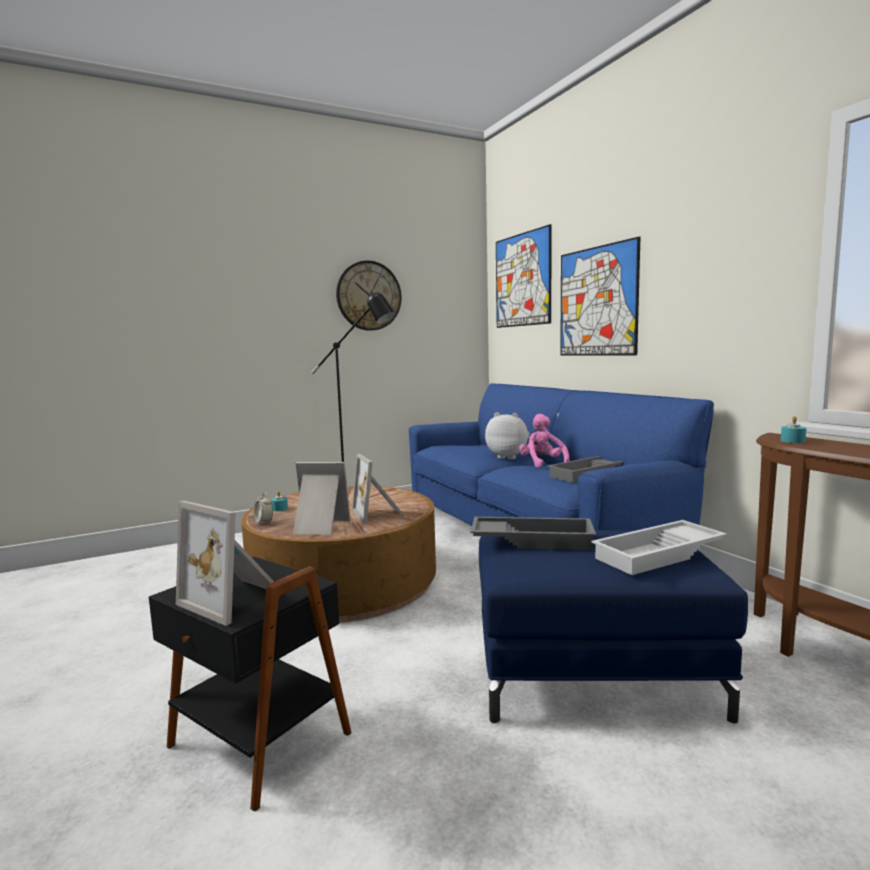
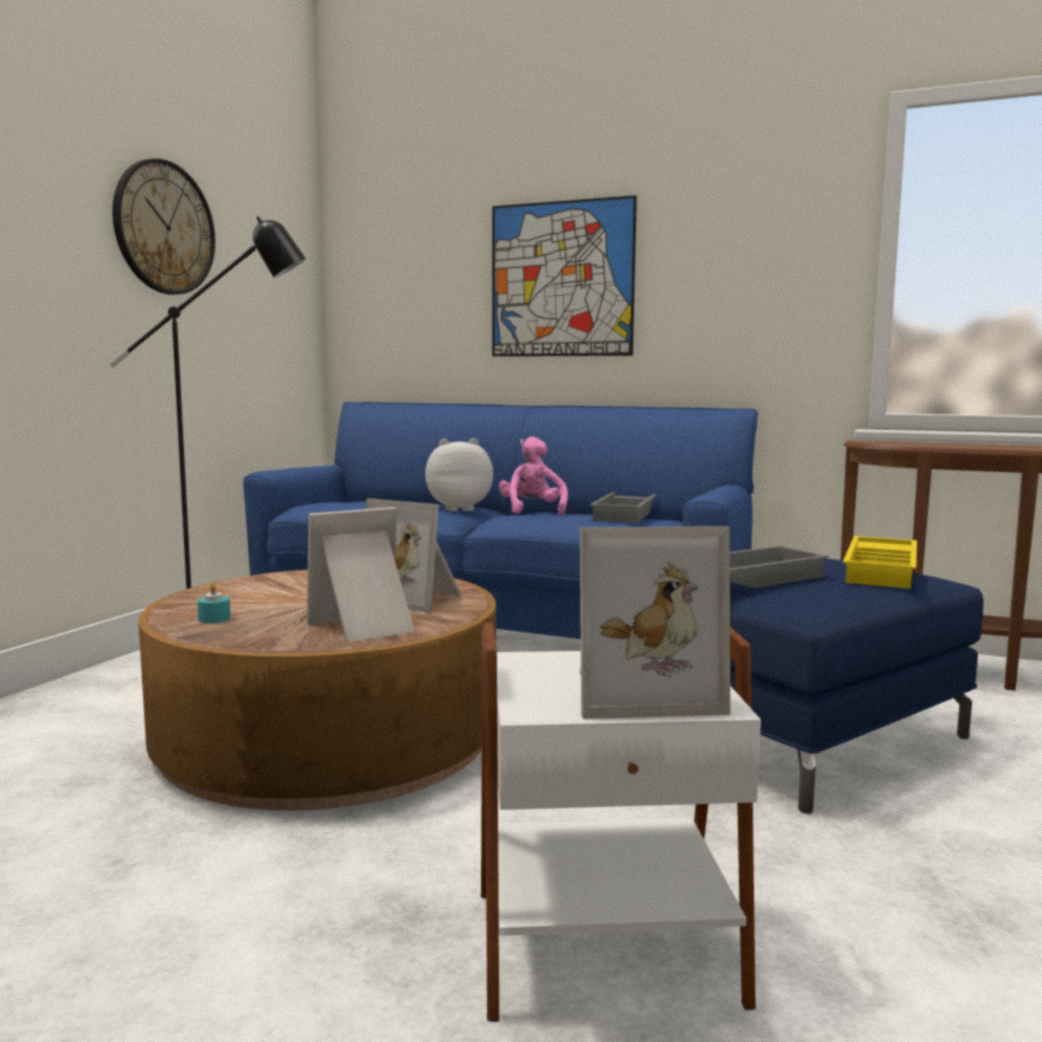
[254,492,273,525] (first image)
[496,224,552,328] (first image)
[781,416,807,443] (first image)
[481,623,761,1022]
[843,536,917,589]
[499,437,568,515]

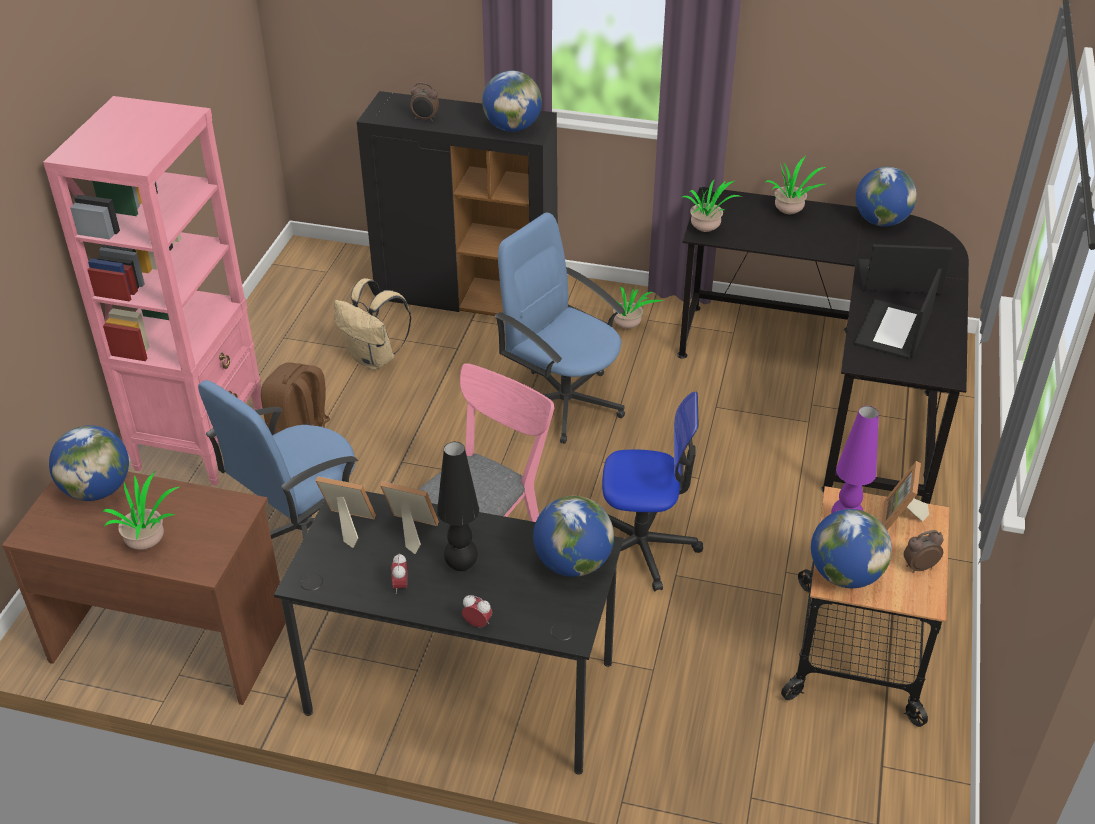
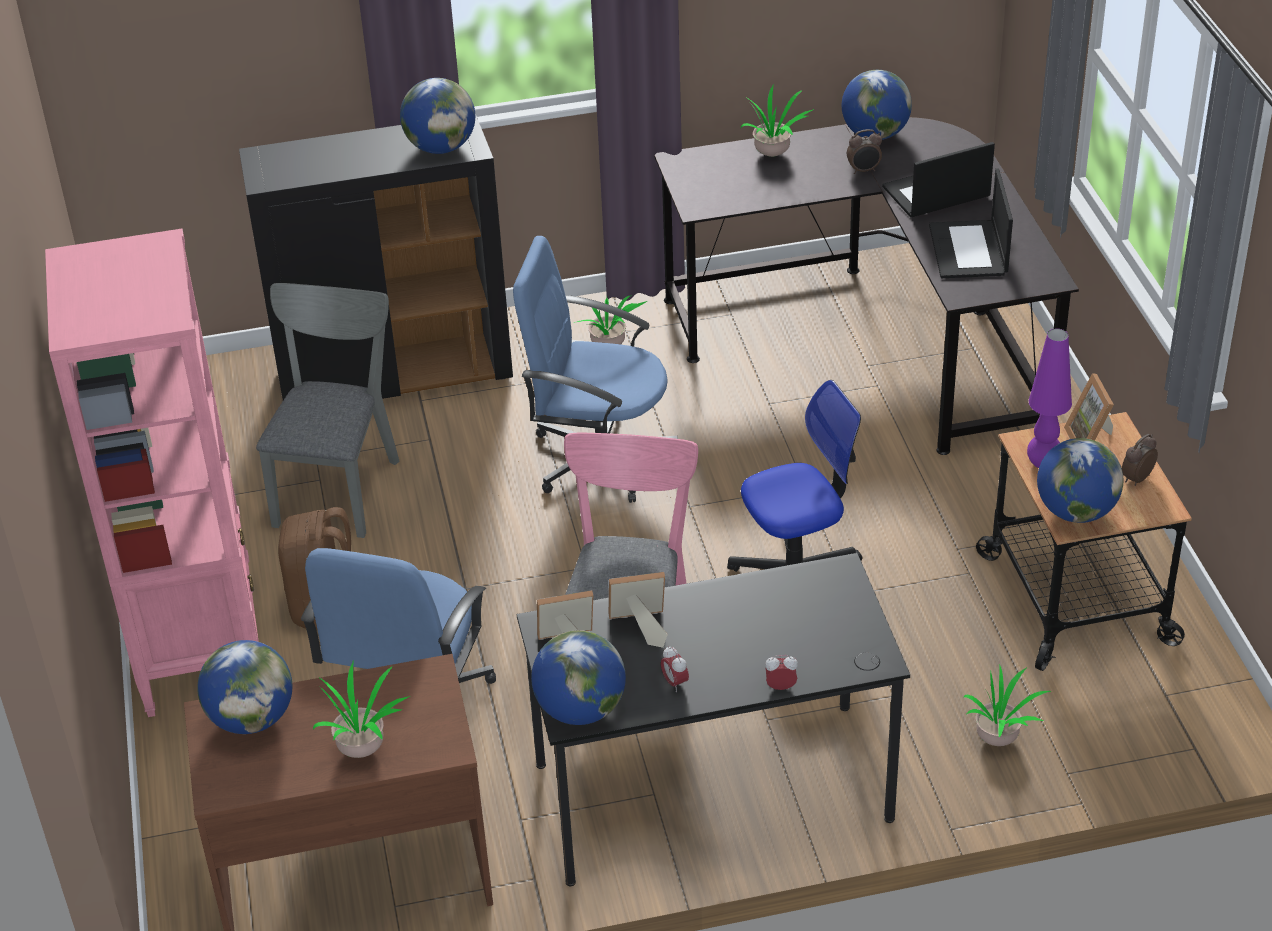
[437,442,479,571] (first image)
[847,129,882,174]
[531,630,626,725]
[963,664,1051,746]
[256,283,400,538]

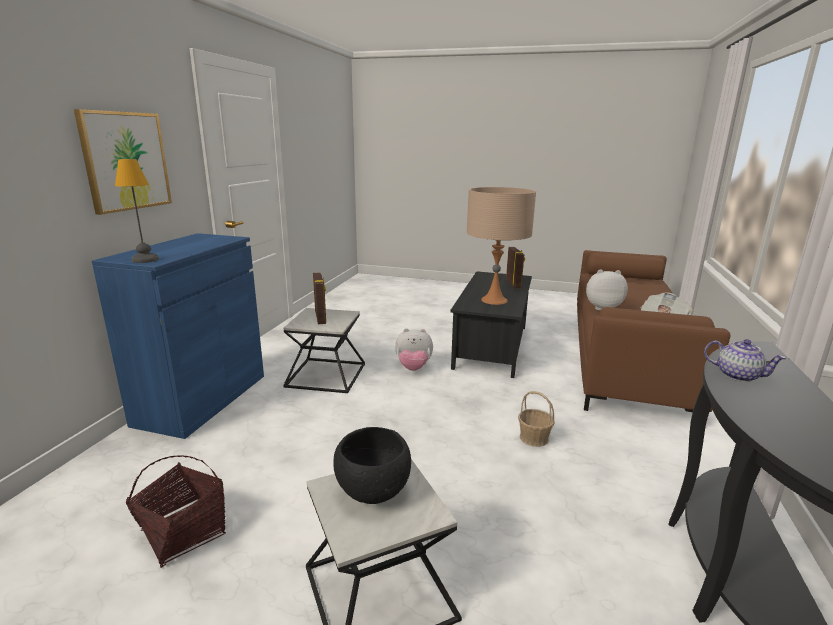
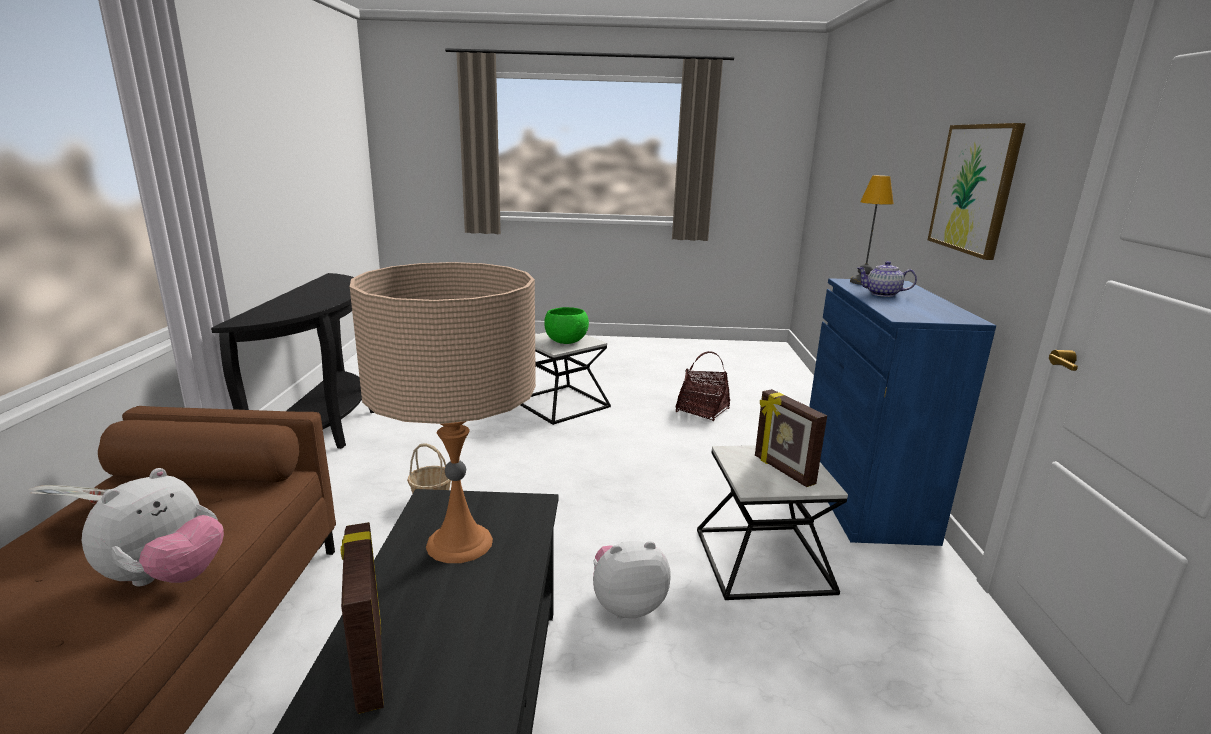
[857,261,917,297]
[544,307,589,344]
[82,468,224,586]

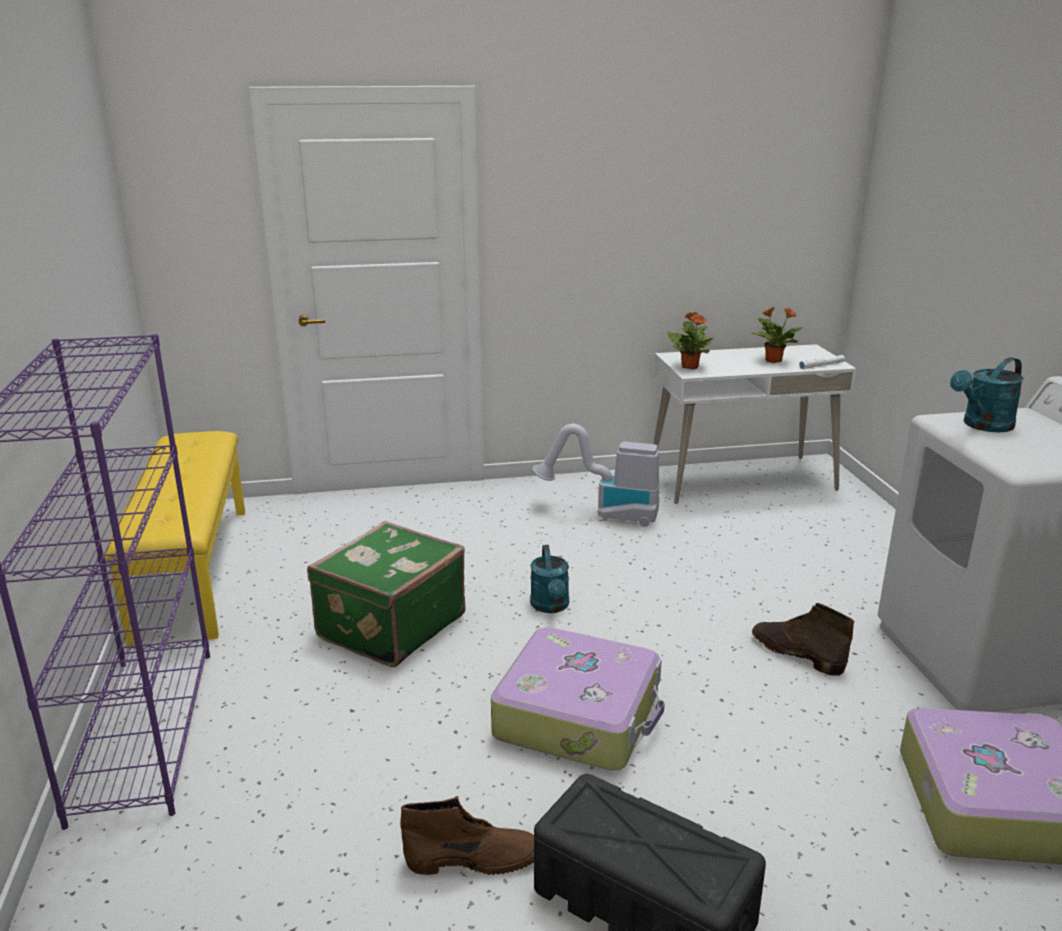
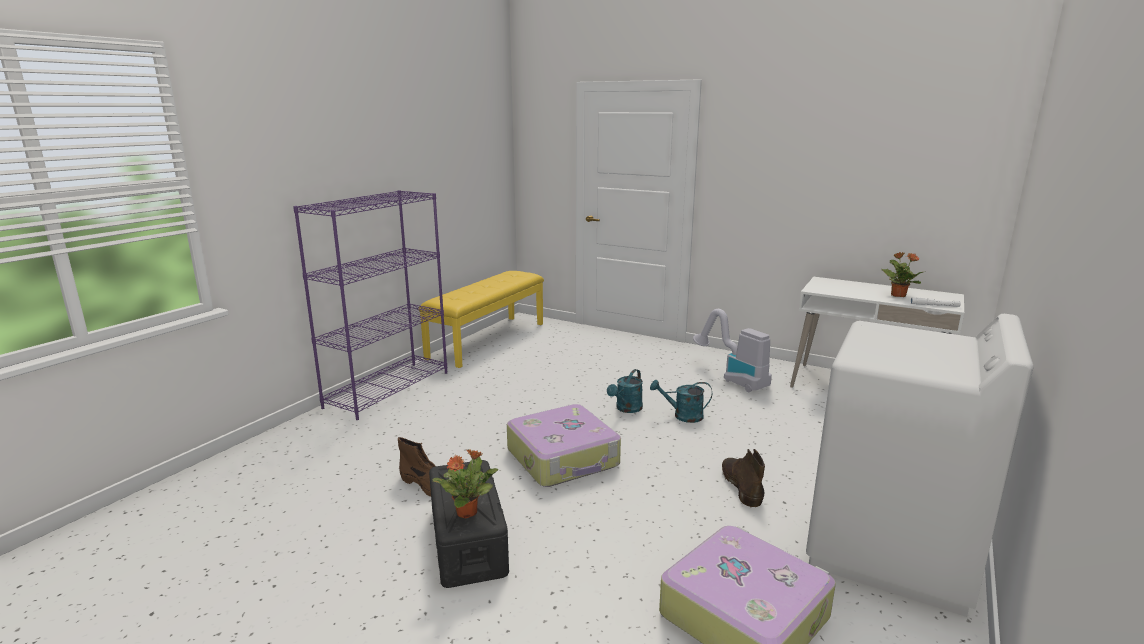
[307,521,466,667] (first image)
[433,449,498,518]
[650,379,712,423]

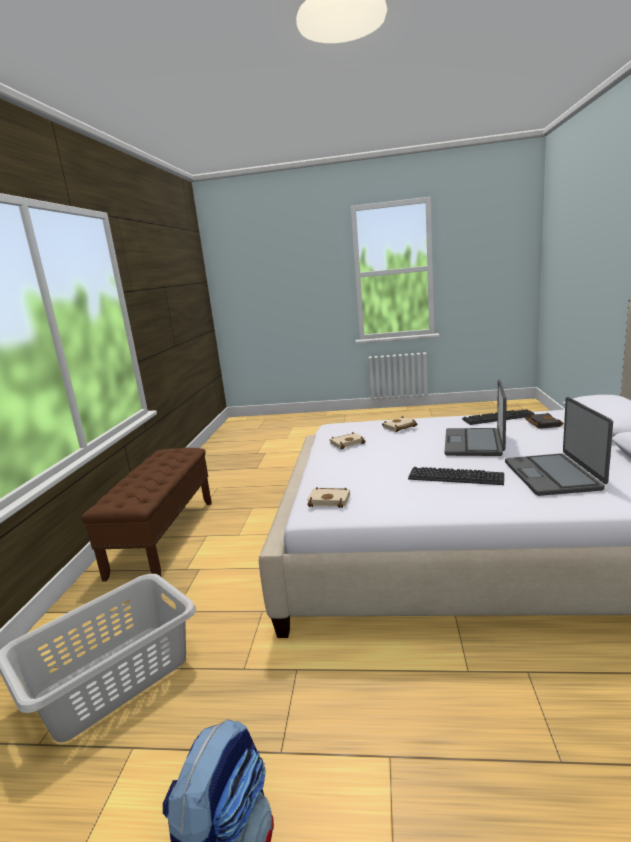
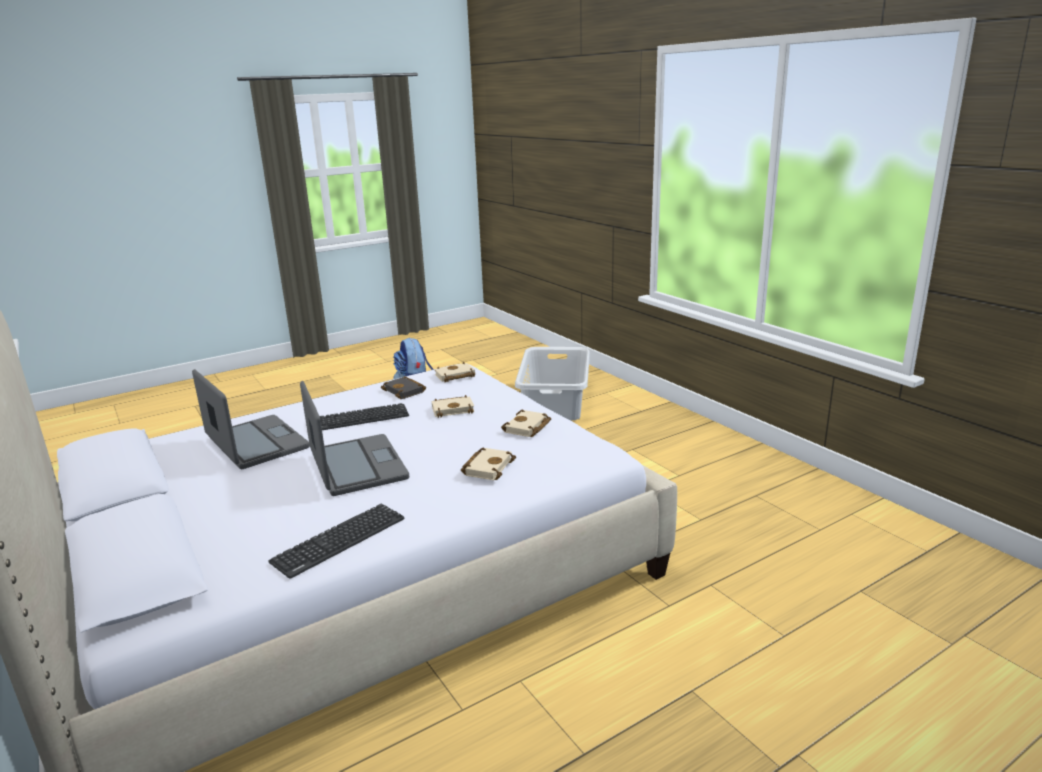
[81,448,212,582] (first image)
[432,395,475,418]
[381,376,426,399]

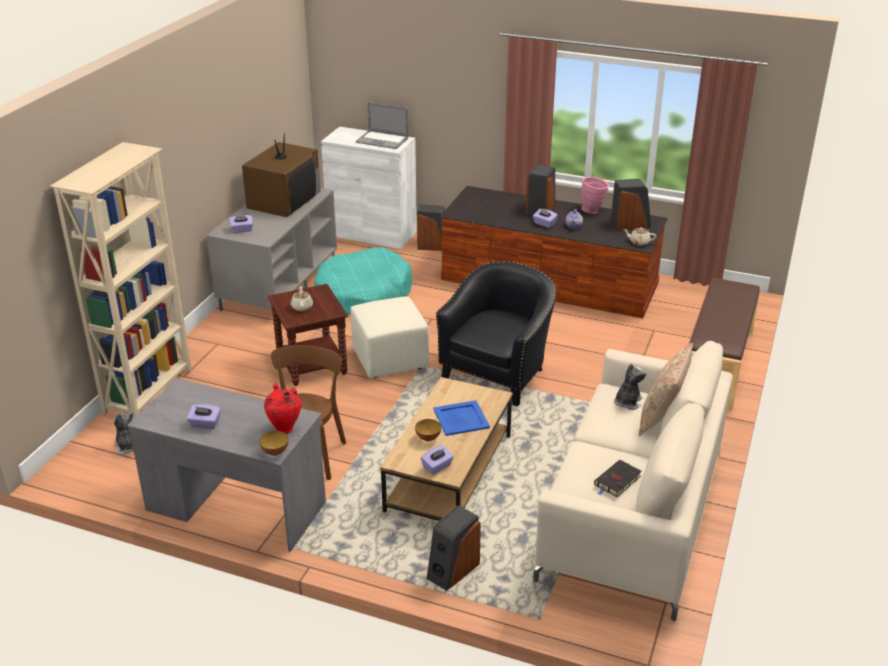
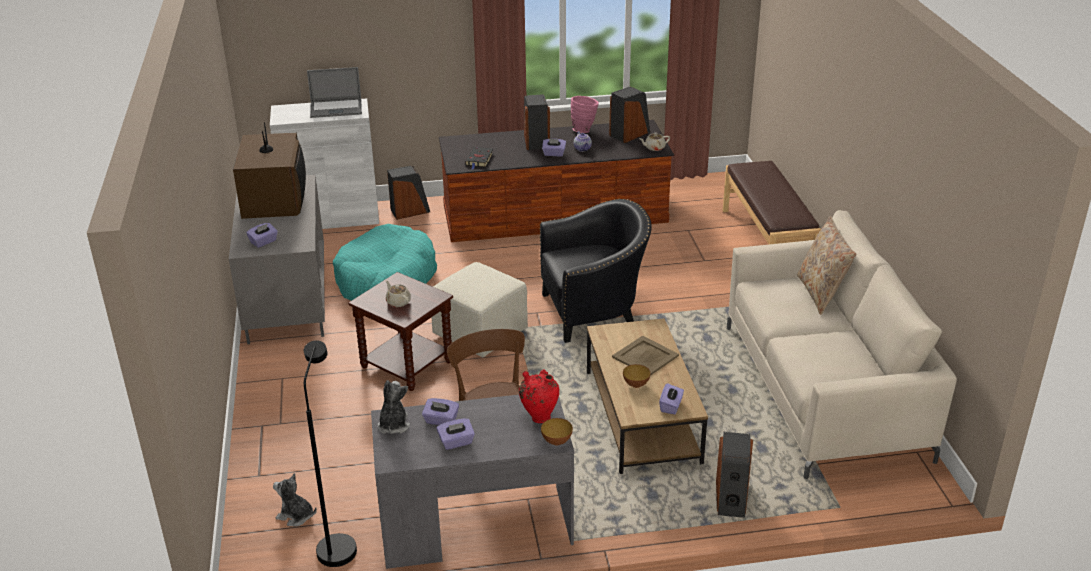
[50,142,192,419] (first image)
[304,340,357,567]
[422,398,459,425]
[465,147,493,170]
[377,380,410,434]
[612,336,679,376]
[540,199,652,343]

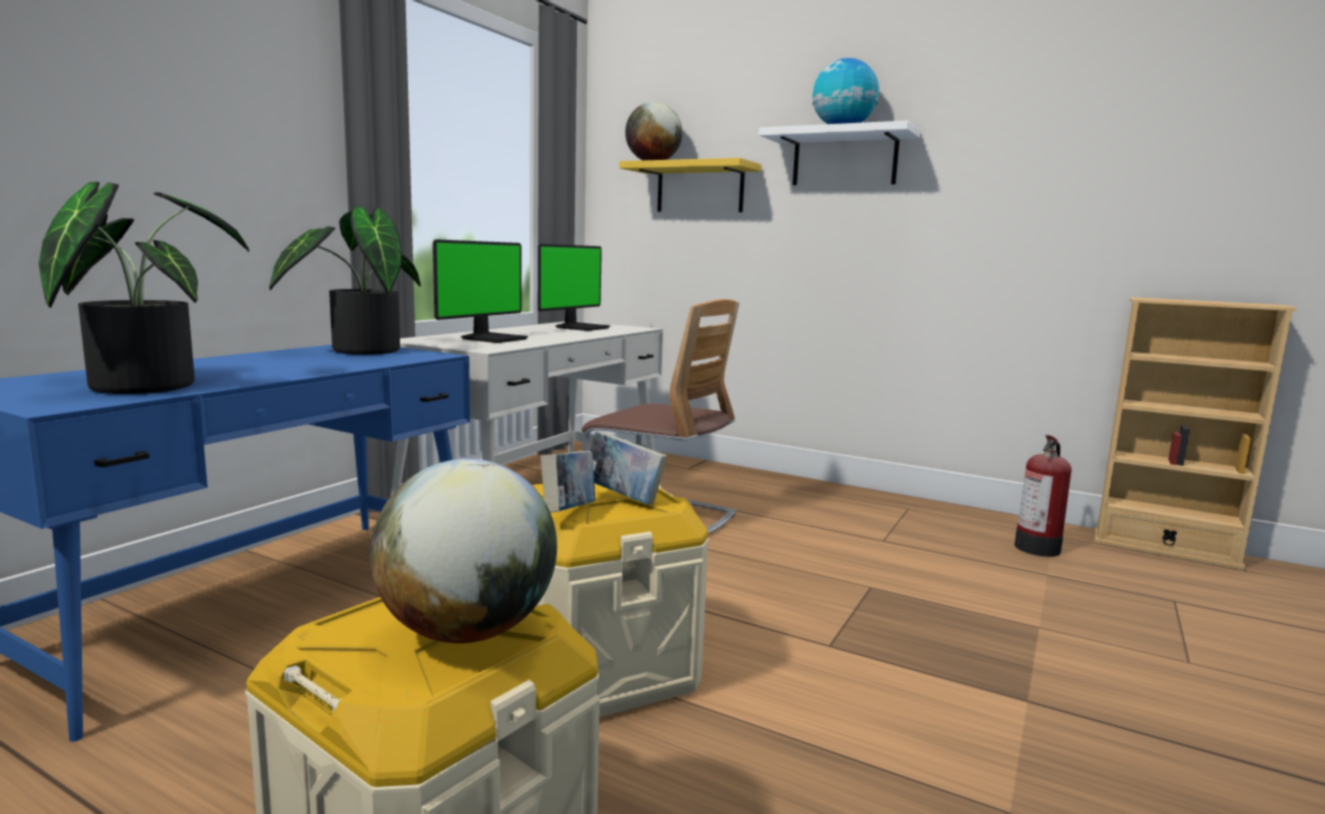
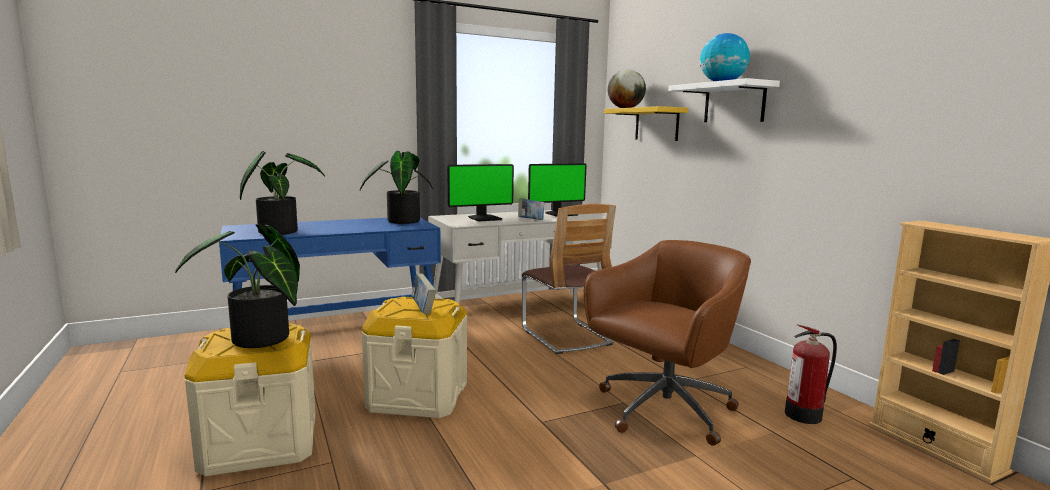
[584,240,751,446]
[518,198,544,220]
[175,224,300,348]

